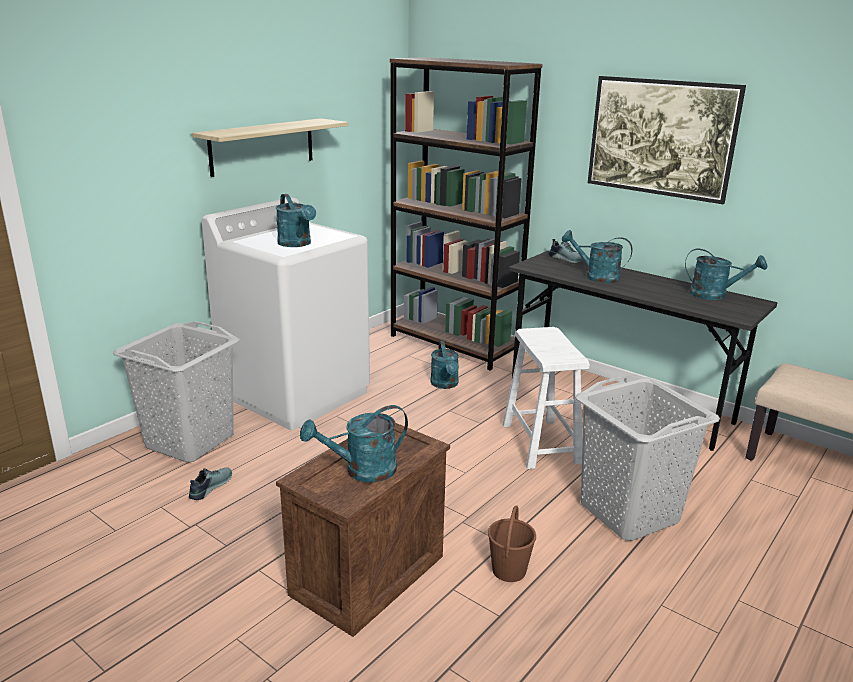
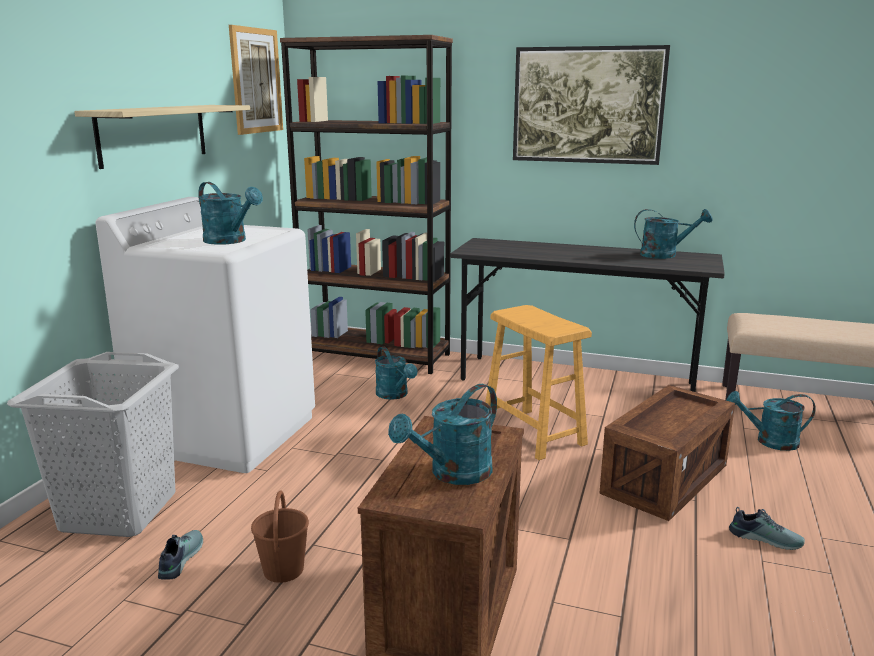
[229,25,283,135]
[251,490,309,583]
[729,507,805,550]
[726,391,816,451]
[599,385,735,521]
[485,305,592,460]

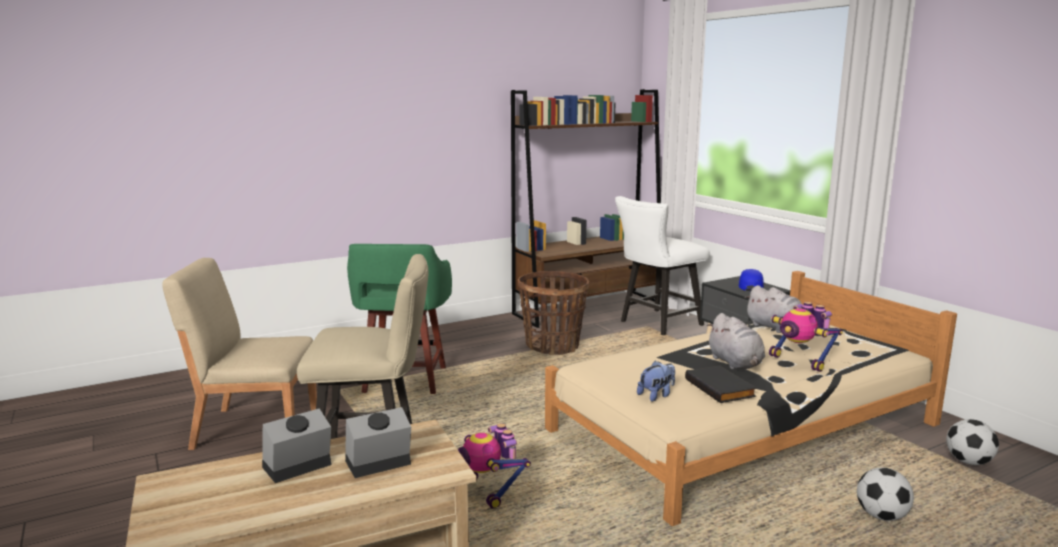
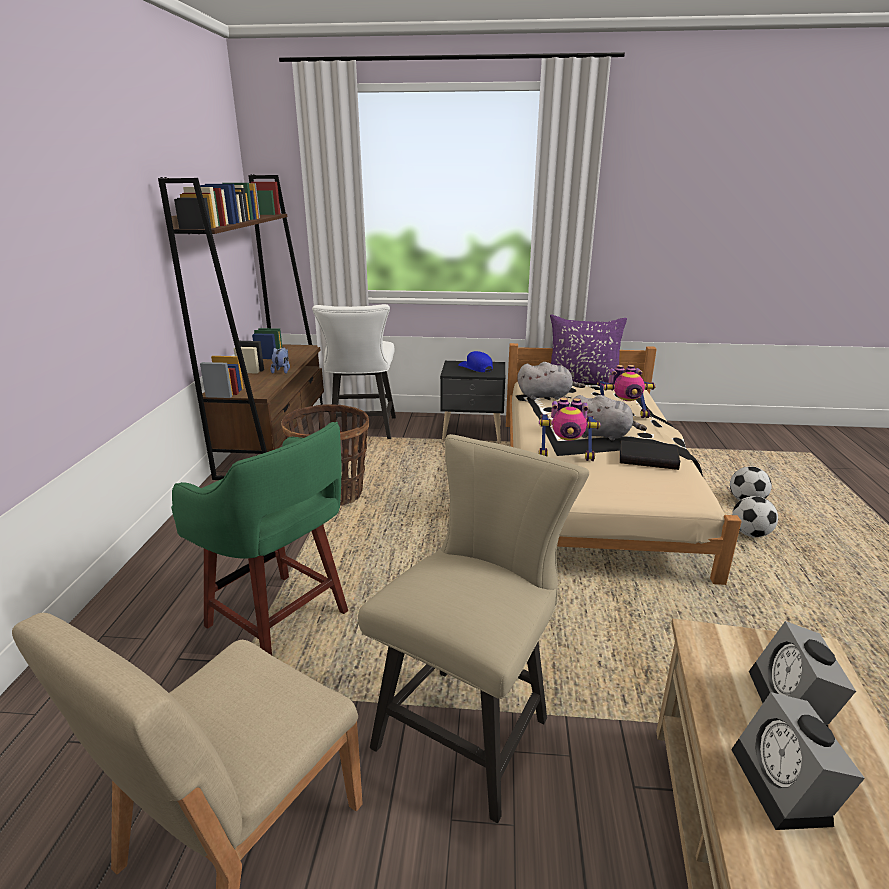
[550,315,627,384]
[538,398,601,461]
[271,347,290,374]
[732,496,778,537]

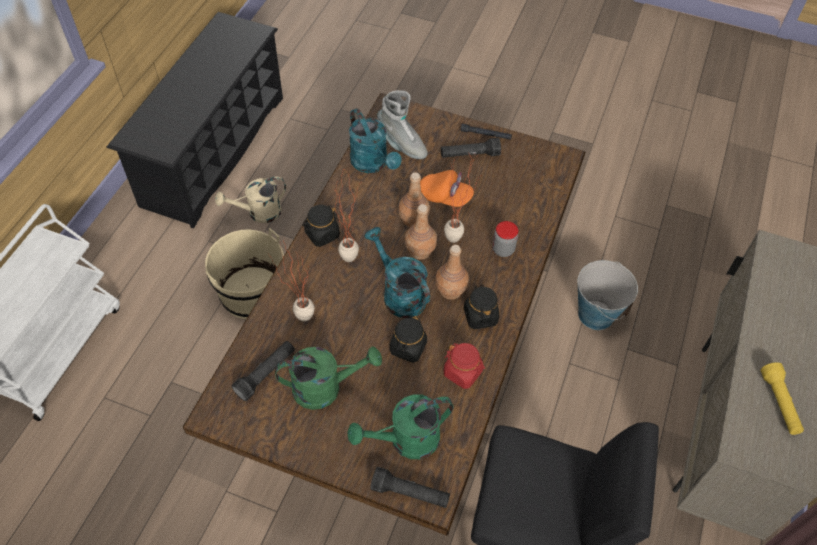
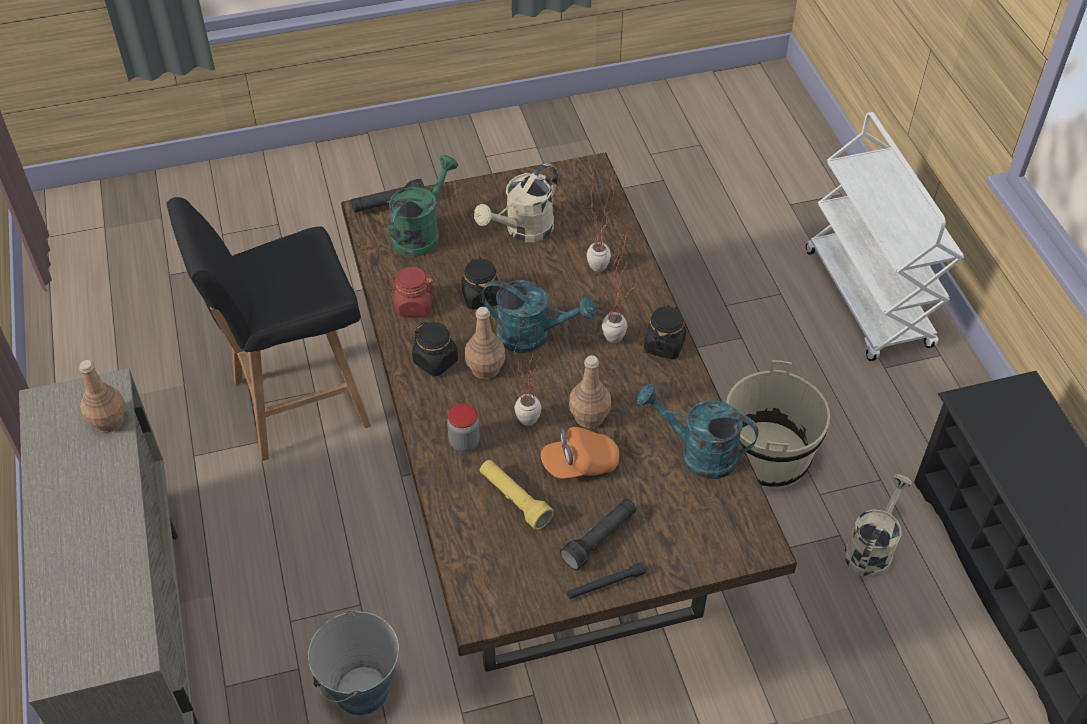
[231,341,295,401] (first image)
[377,90,428,159] (first image)
[79,360,126,433]
[480,460,554,530]
[474,163,558,242]

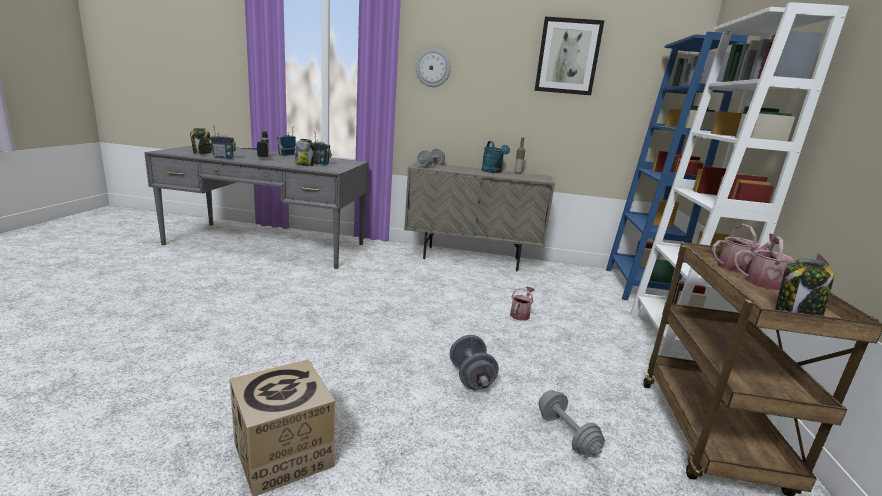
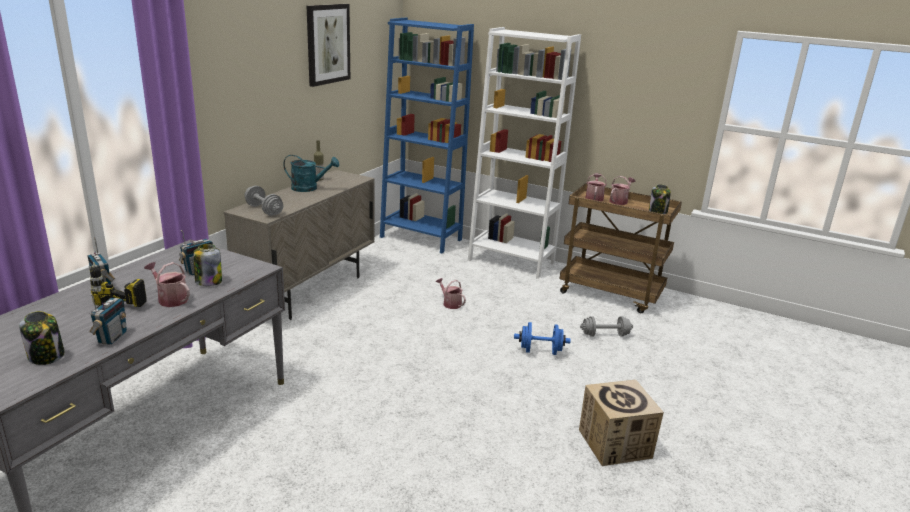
[416,49,451,87] (first image)
[144,262,190,307]
[514,322,571,355]

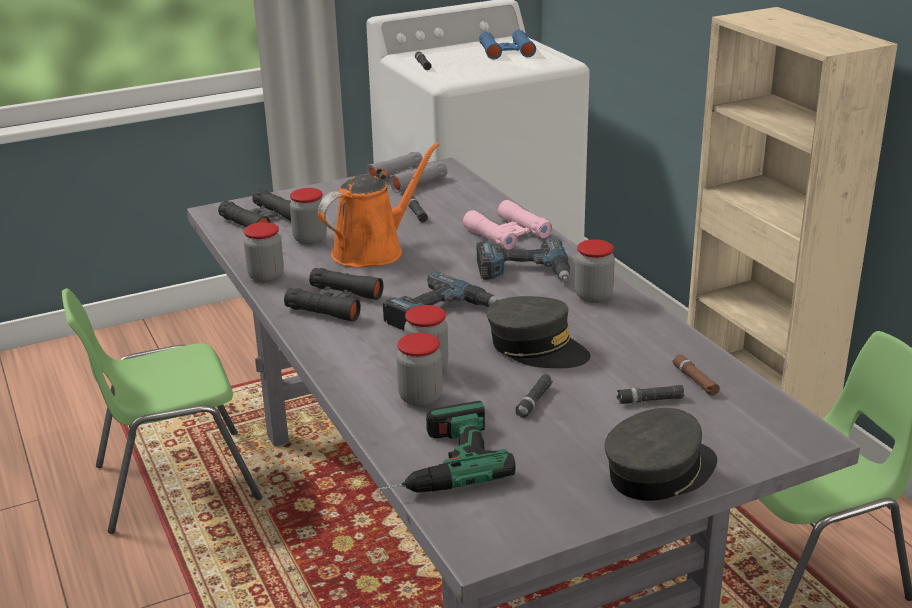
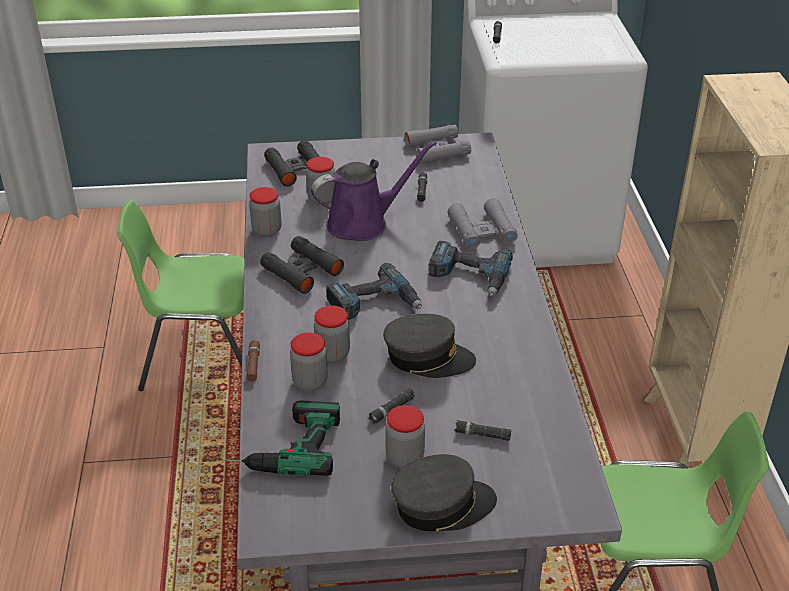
[479,30,536,59] (first image)
[385,405,425,468]
[246,340,260,382]
[311,141,437,241]
[448,198,518,249]
[383,314,476,378]

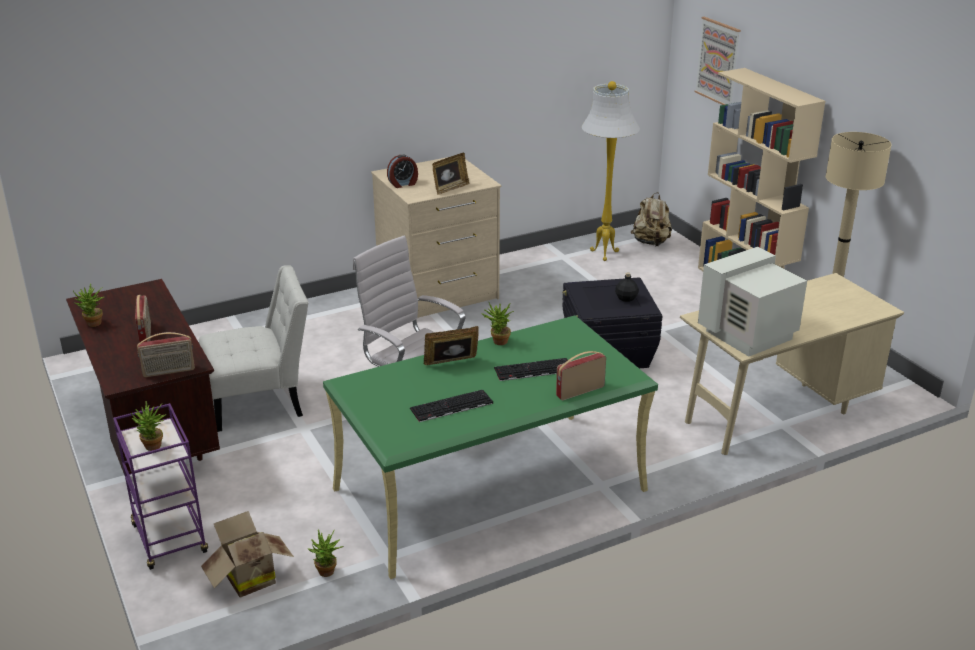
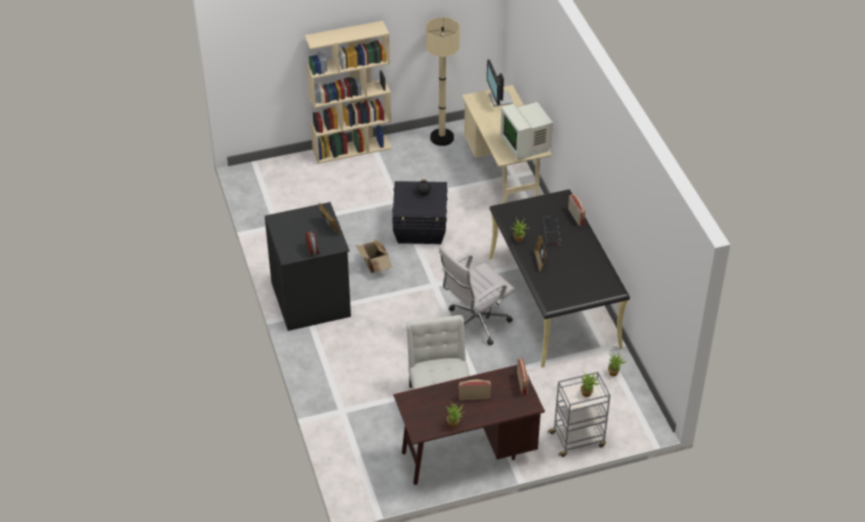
[410,390,493,422] (first image)
[582,81,640,261] (first image)
[631,192,672,246] (first image)
[695,17,741,105] (first image)
[487,59,513,107]
[355,239,392,273]
[548,372,610,457]
[489,189,630,368]
[265,202,351,331]

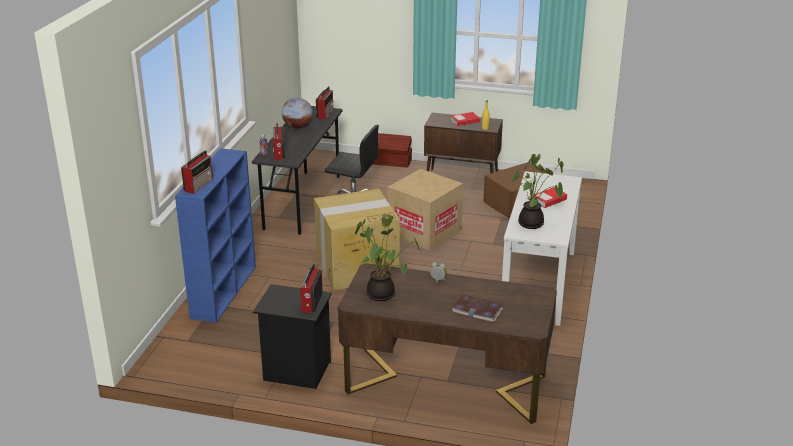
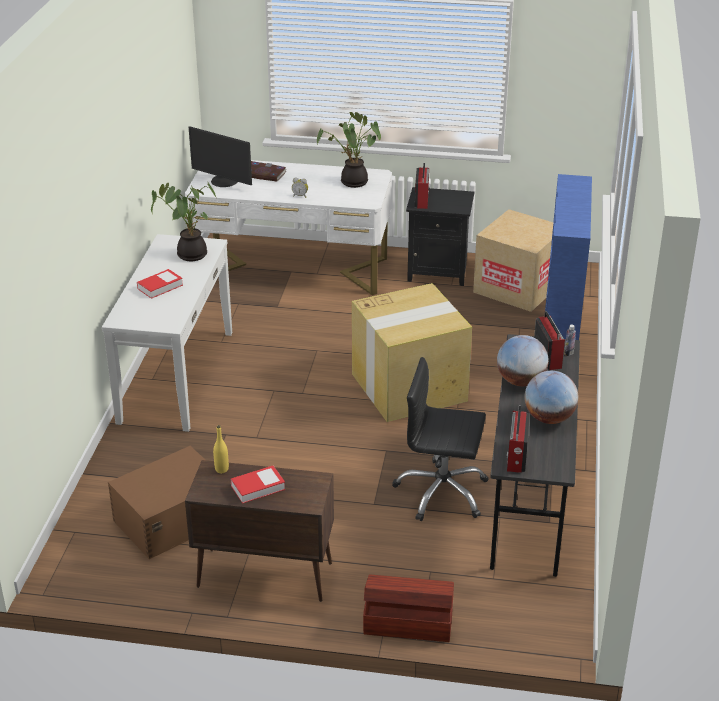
[181,150,213,194] (first image)
[189,126,252,187]
[497,335,549,386]
[473,209,553,312]
[185,160,392,296]

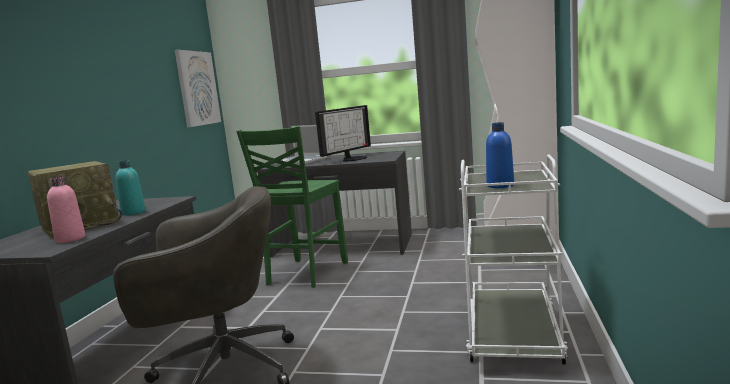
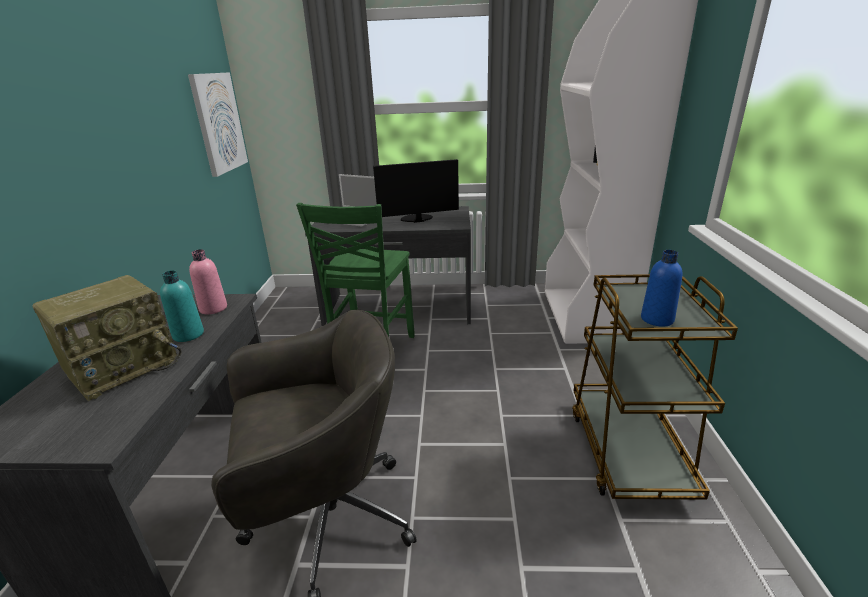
[189,249,227,314]
[572,274,738,500]
[373,159,459,223]

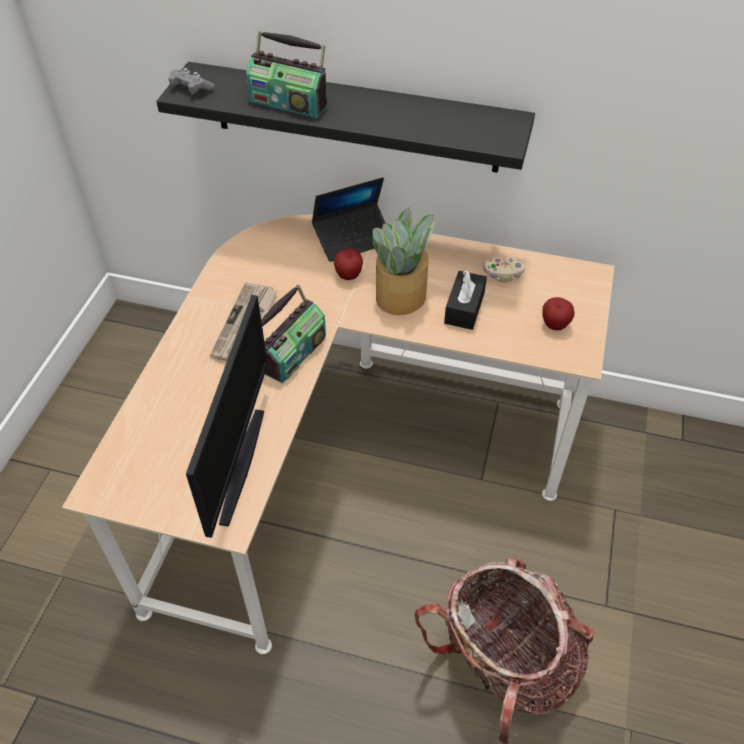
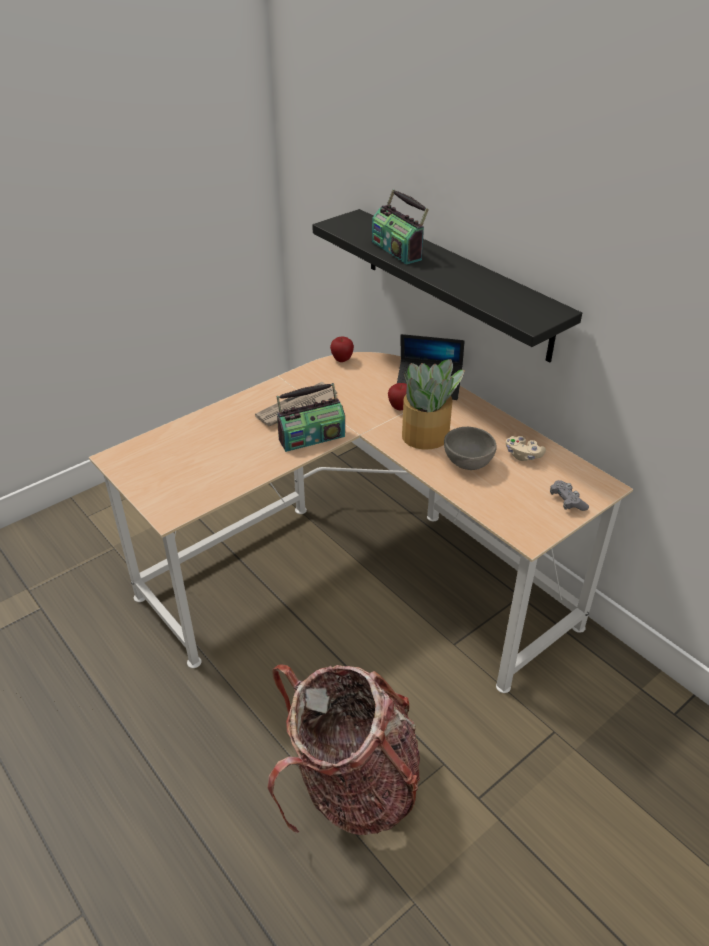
[186,295,268,538] (first image)
[550,480,589,511]
[330,336,354,362]
[444,427,497,470]

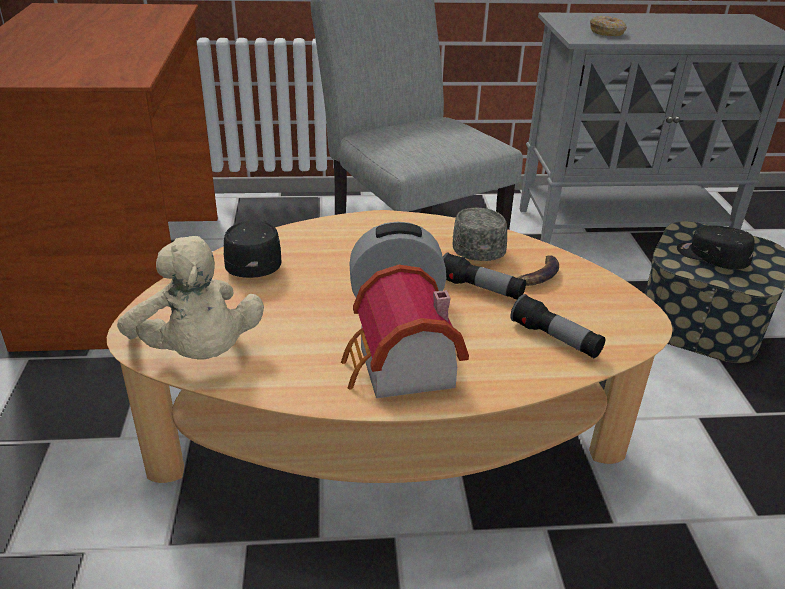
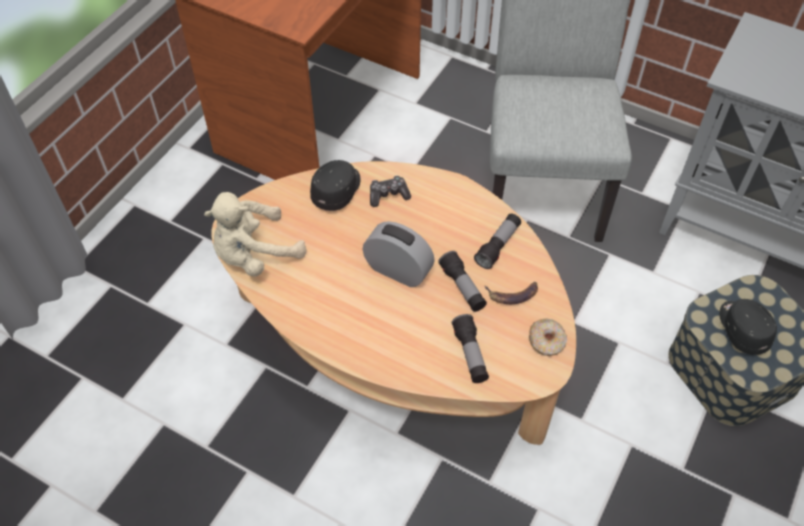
[341,265,469,398] (first image)
[370,175,411,207]
[529,318,567,356]
[474,214,521,269]
[204,192,307,277]

